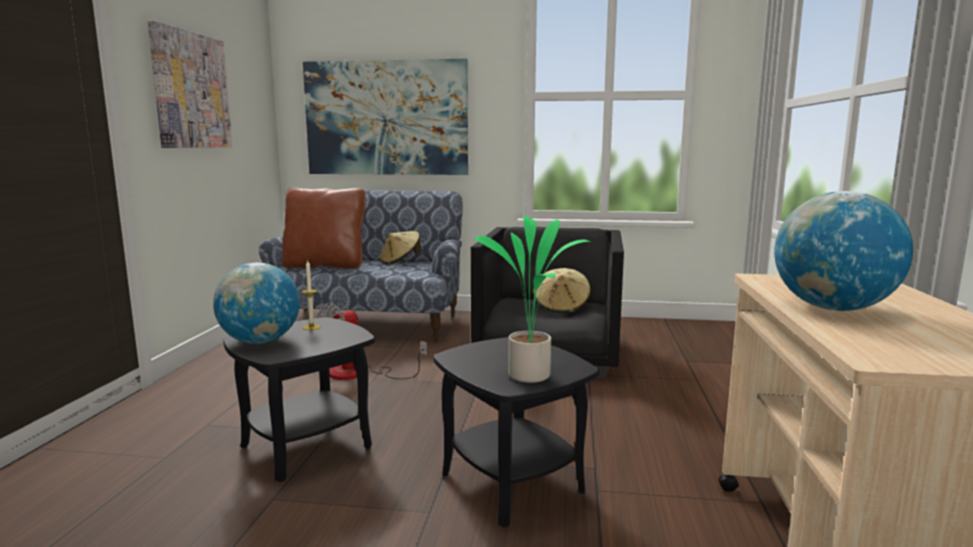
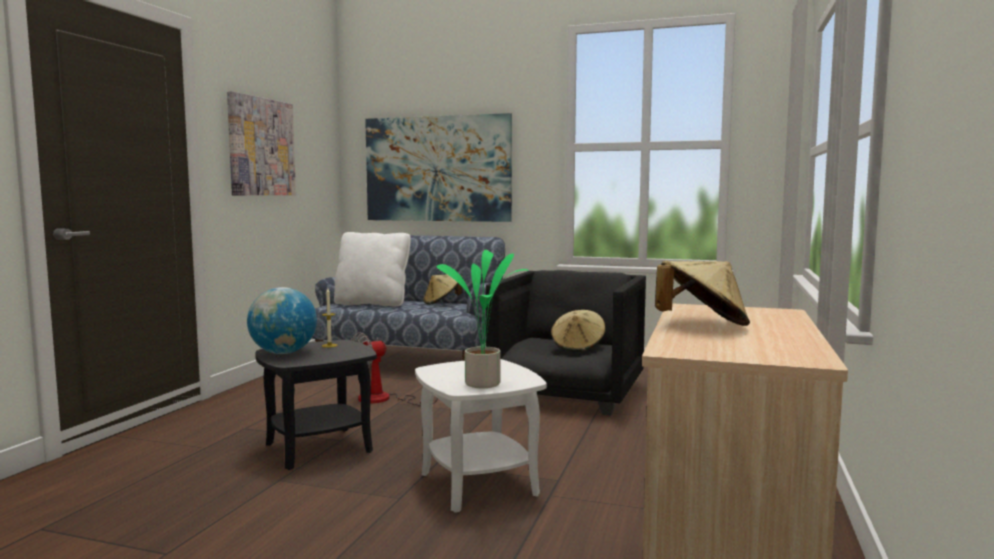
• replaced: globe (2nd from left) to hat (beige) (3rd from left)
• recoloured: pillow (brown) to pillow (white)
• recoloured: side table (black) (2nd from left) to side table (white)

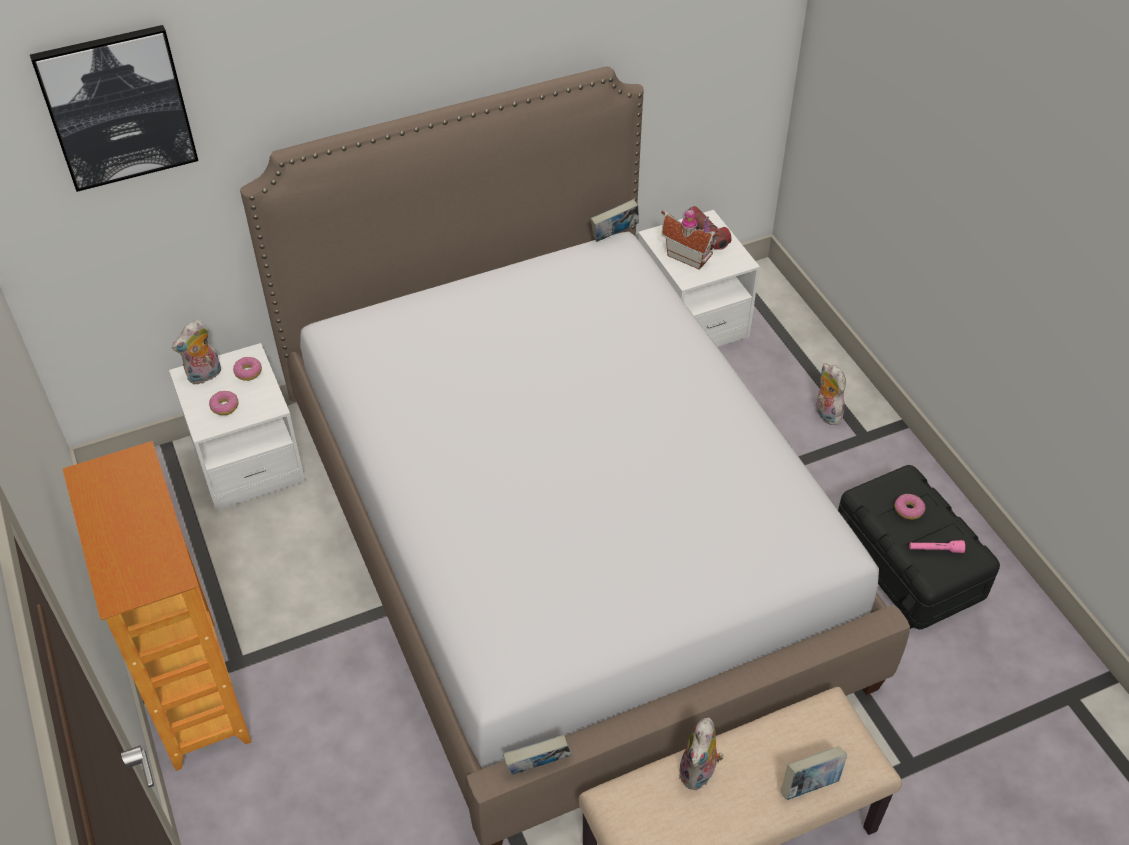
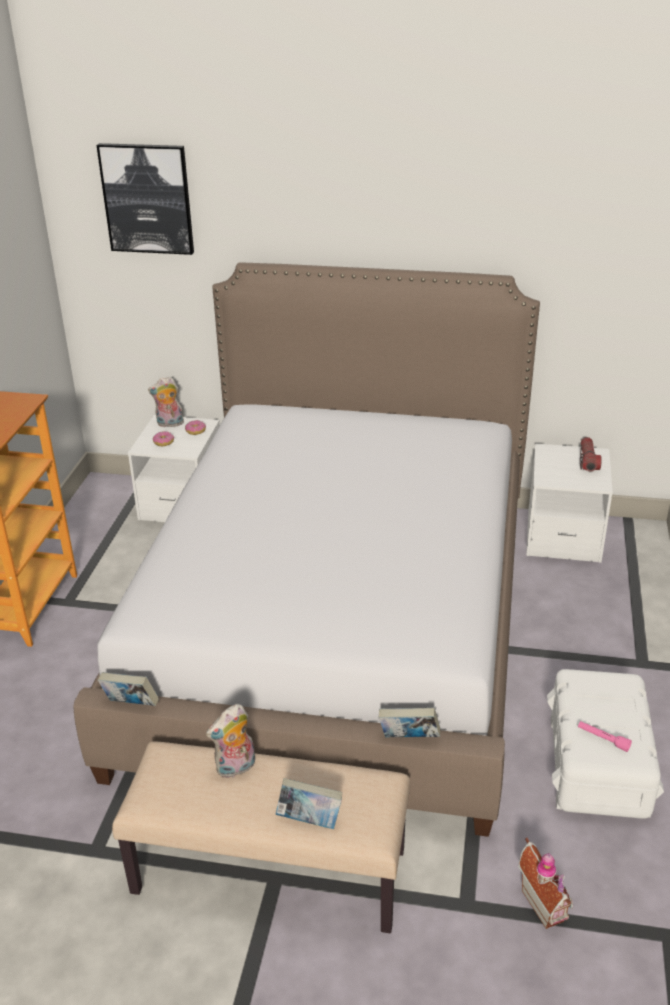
• removed: plush toy (3rd from left)
• removed: donut (3rd from left)
• moved: book (2nd from left in the first image) to book (3rd from left)
• moved: toy house
• recoloured: storage box (black) to storage box (white)

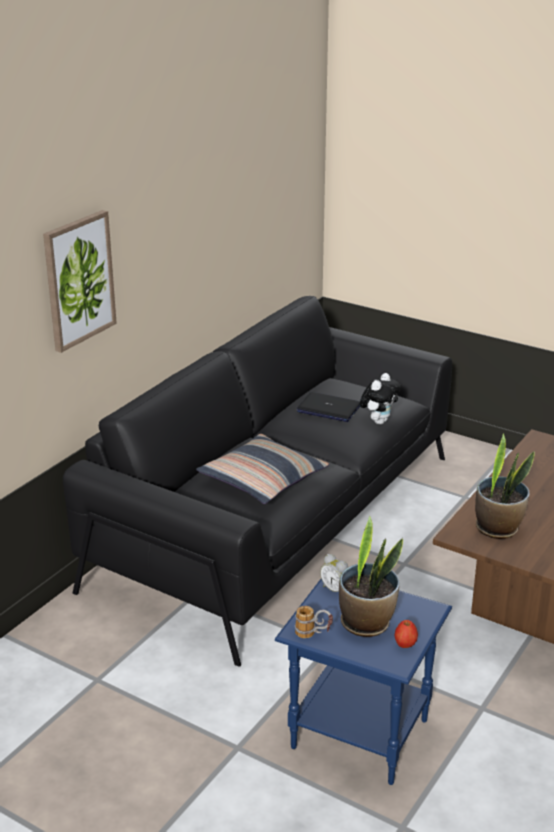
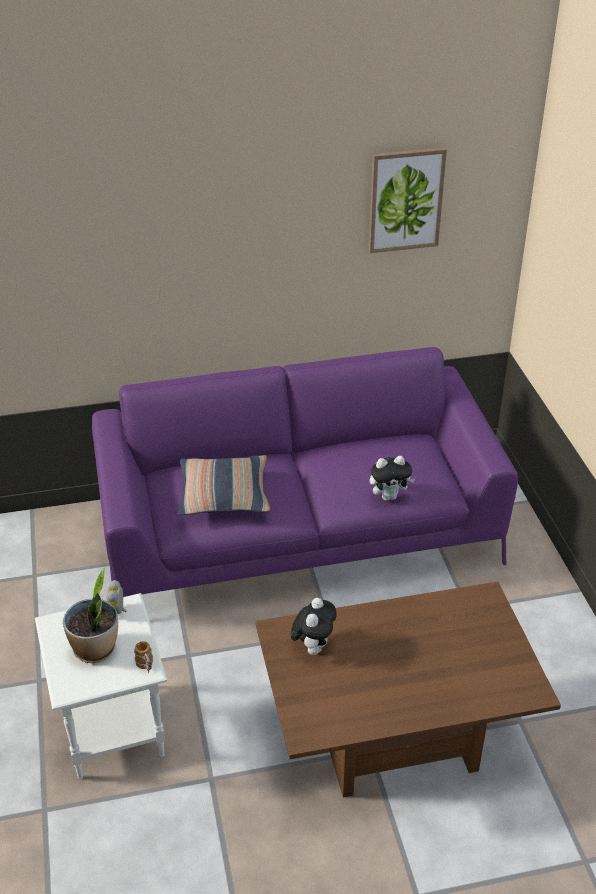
• removed: laptop
• removed: apple
• moved: picture
• moved: mug
• replaced: potted plant (2nd from left) to plush toy (1st from left)
• recoloured: sofa (black) to sofa (purple)
• recoloured: side table (blue) to side table (white)

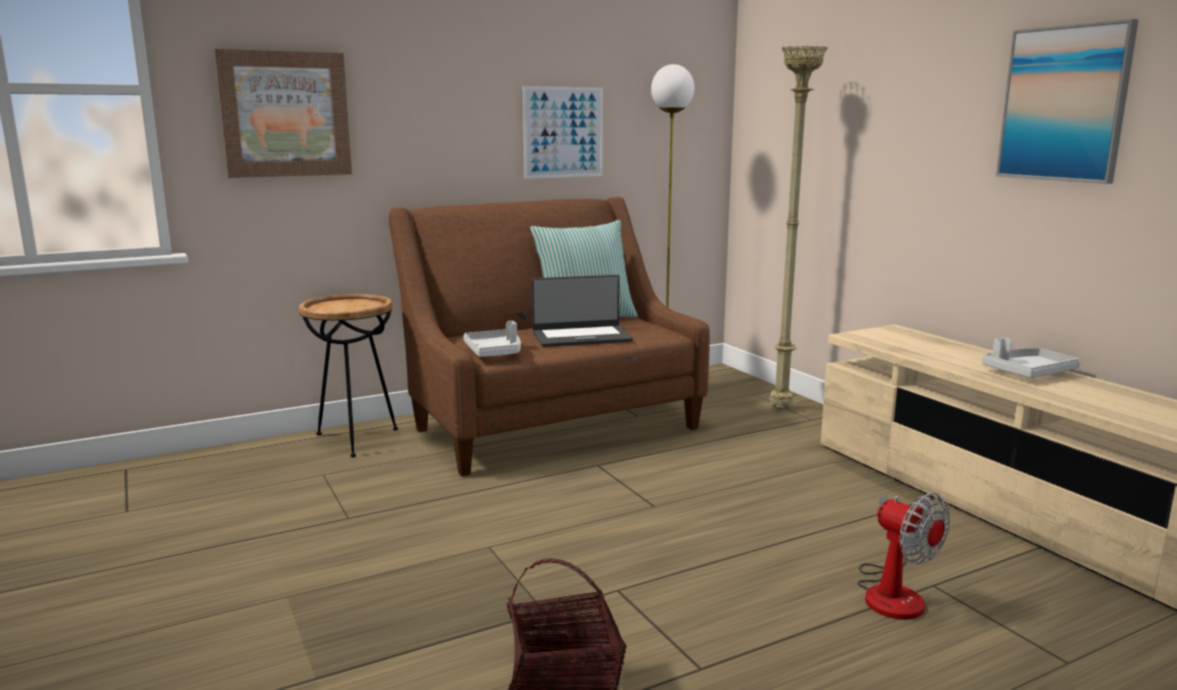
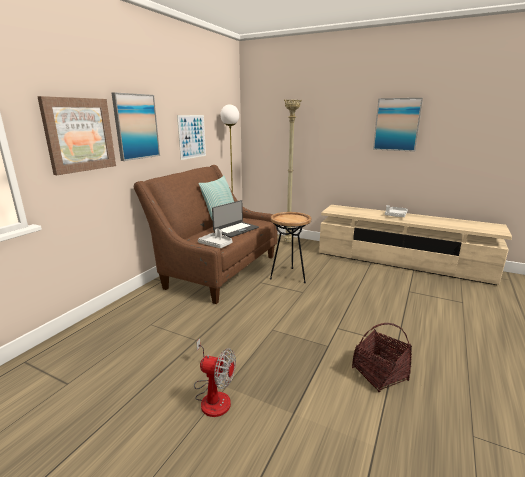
• added: picture (2nd from left)
• moved: side table (brown)
• moved: fan

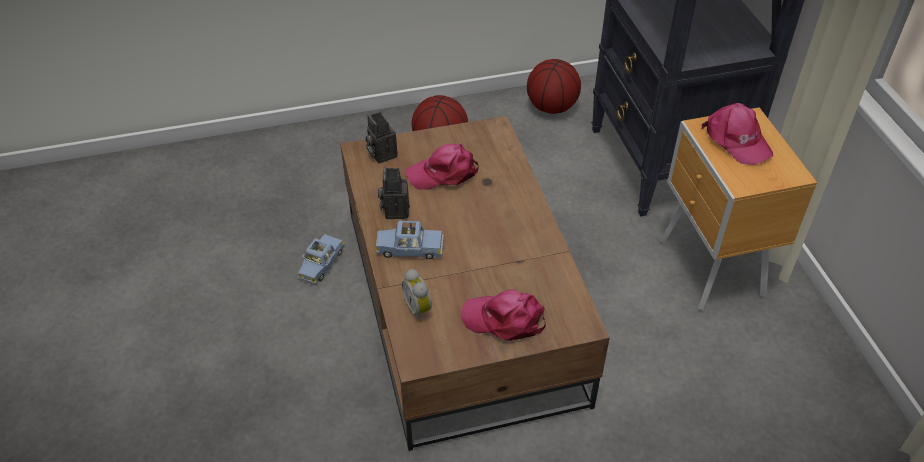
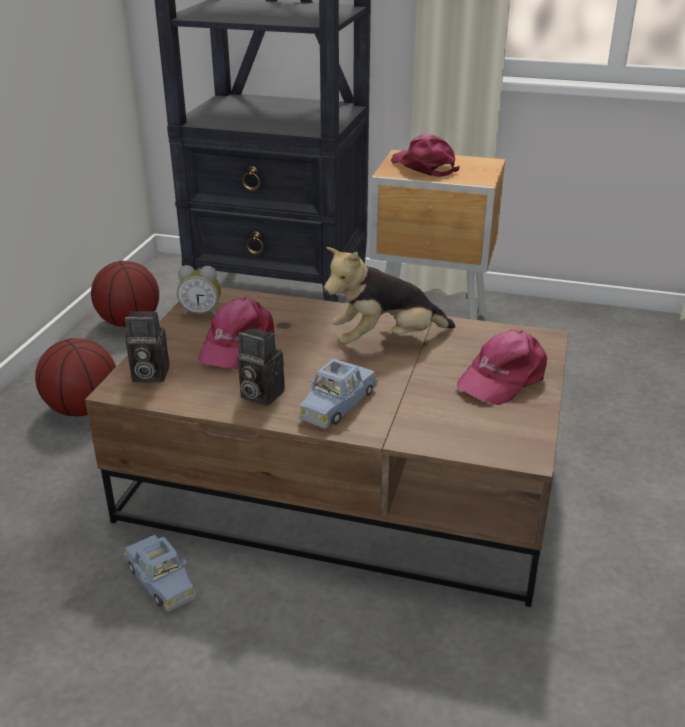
• added: plush toy
• moved: alarm clock
• turned: cap (pink) (3rd from left in the first image) 120 degrees counterclockwise

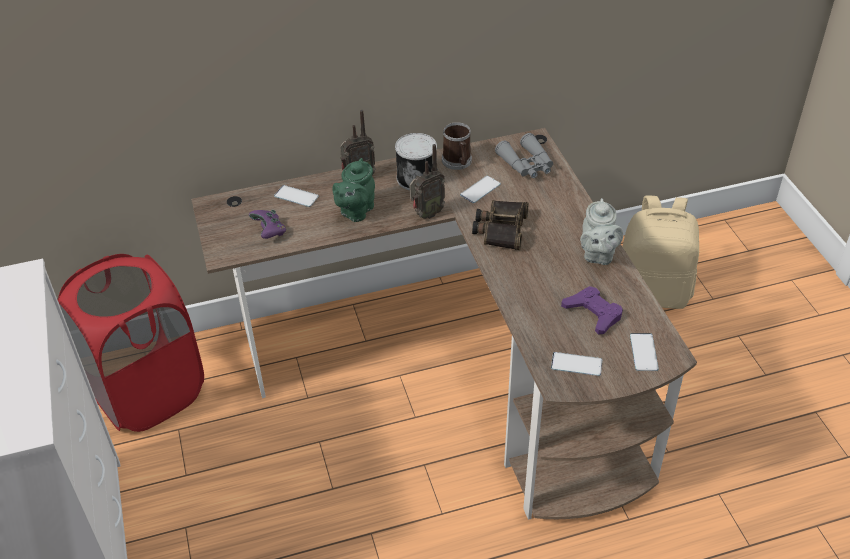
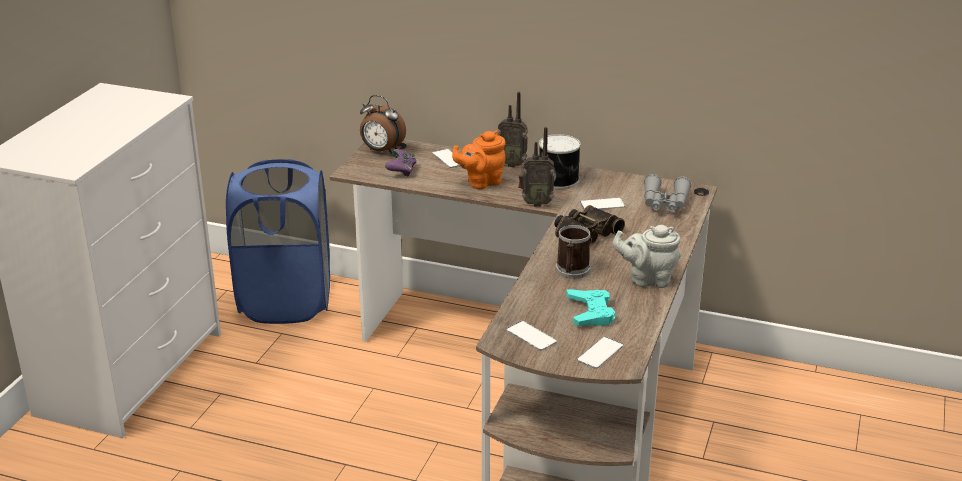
• removed: backpack (beige)
• added: alarm clock
• moved: mug
• recoloured: laundry basket (red) to laundry basket (blue)
• recoloured: teapot (green) to teapot (orange)
• recoloured: game controller (purple) (2nd from left) to game controller (turquoise)
• turned: teapot (grey) 60 degrees clockwise

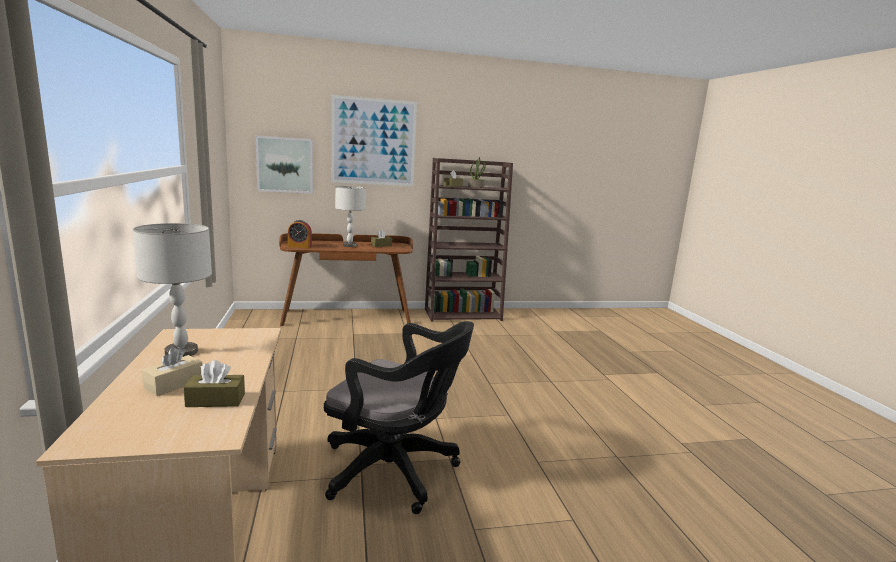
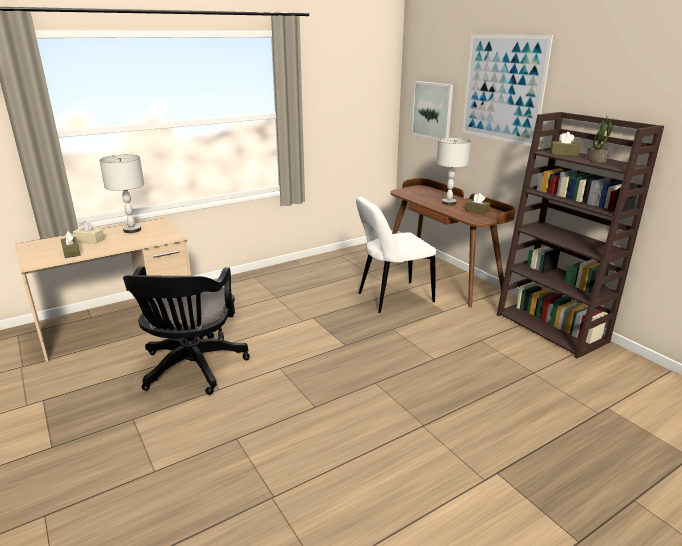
• removed: alarm clock
• added: chair (white)

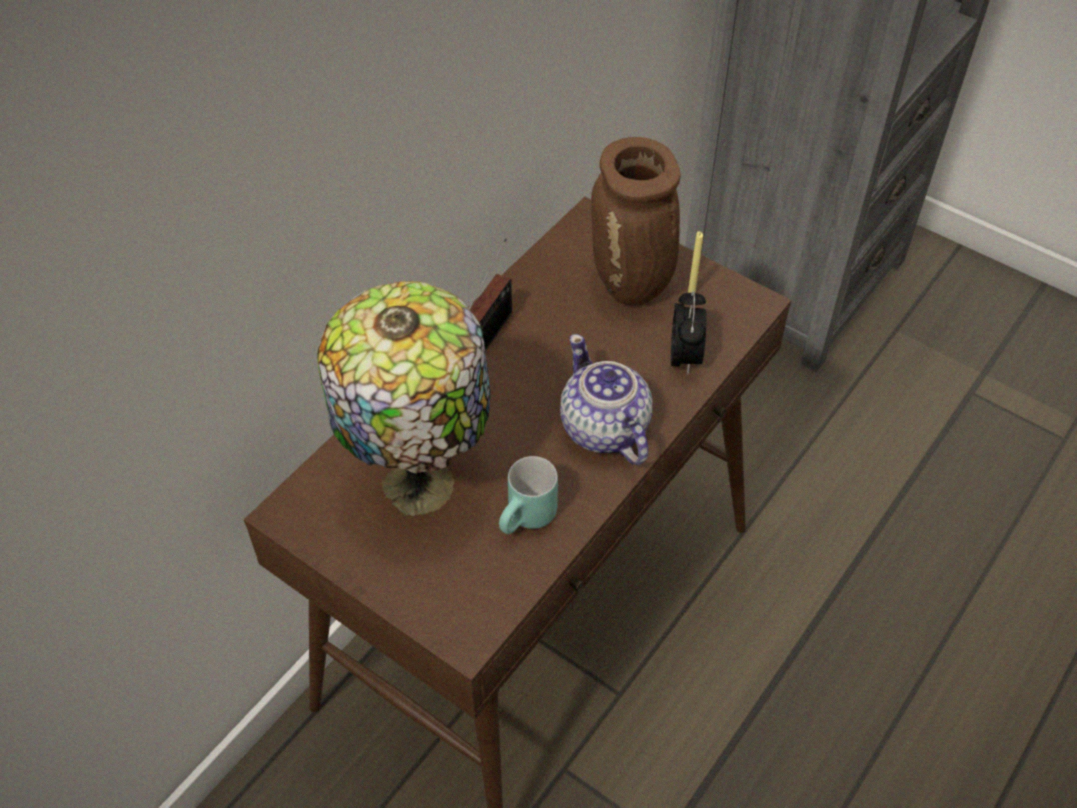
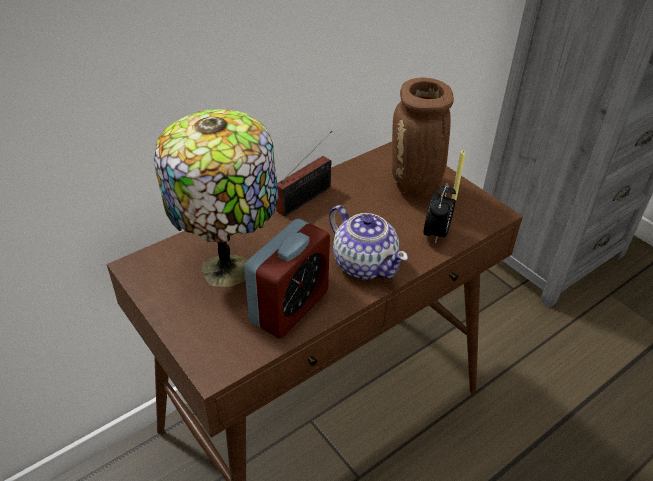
• replaced: mug (turquoise) to alarm clock (1st from left)
• turned: teapot 150 degrees clockwise

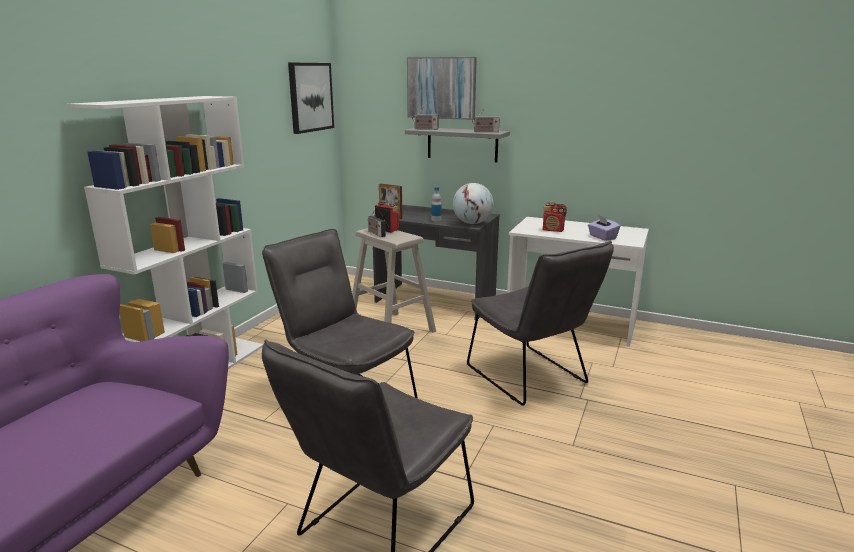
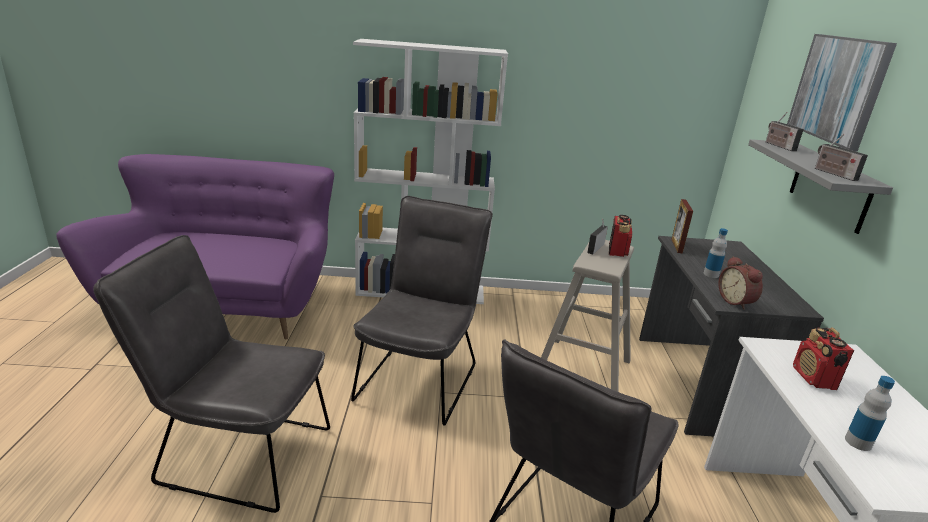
• removed: picture (1st from left)
• replaced: globe to alarm clock
• replaced: tissue box (purple) to bottle (2nd from left)

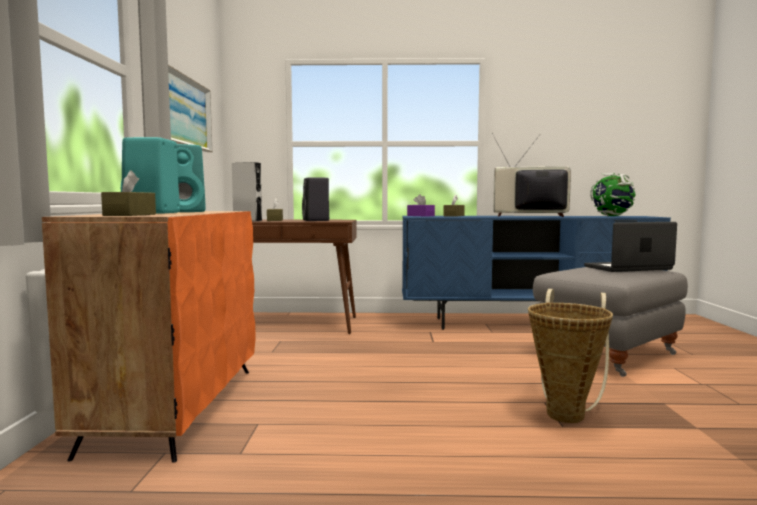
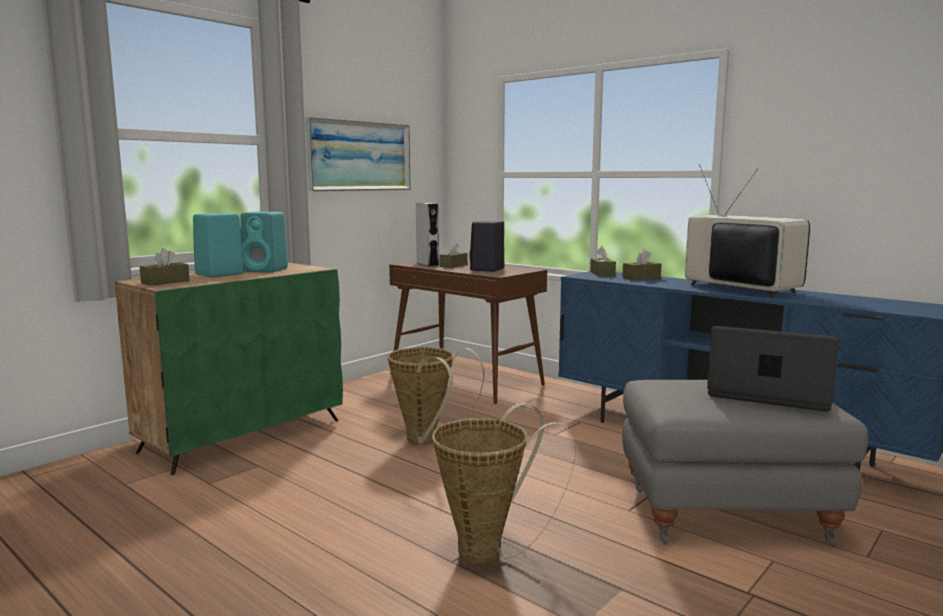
• removed: globe
• added: basket (1st from left)
• recoloured: cabinet (orange) to cabinet (green)
• recoloured: tissue box (purple) to tissue box (brown) (3rd from left)

